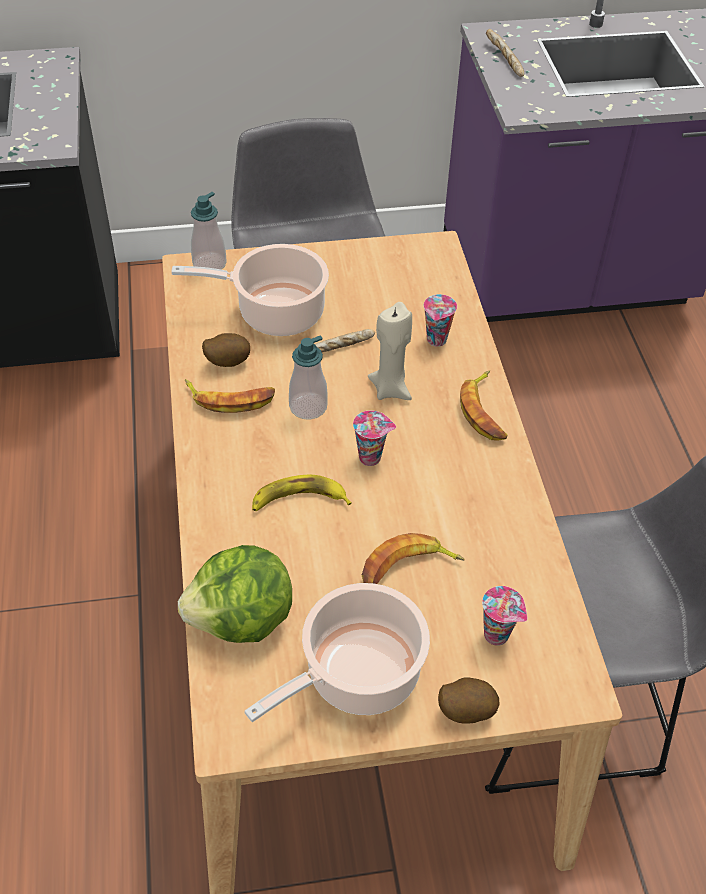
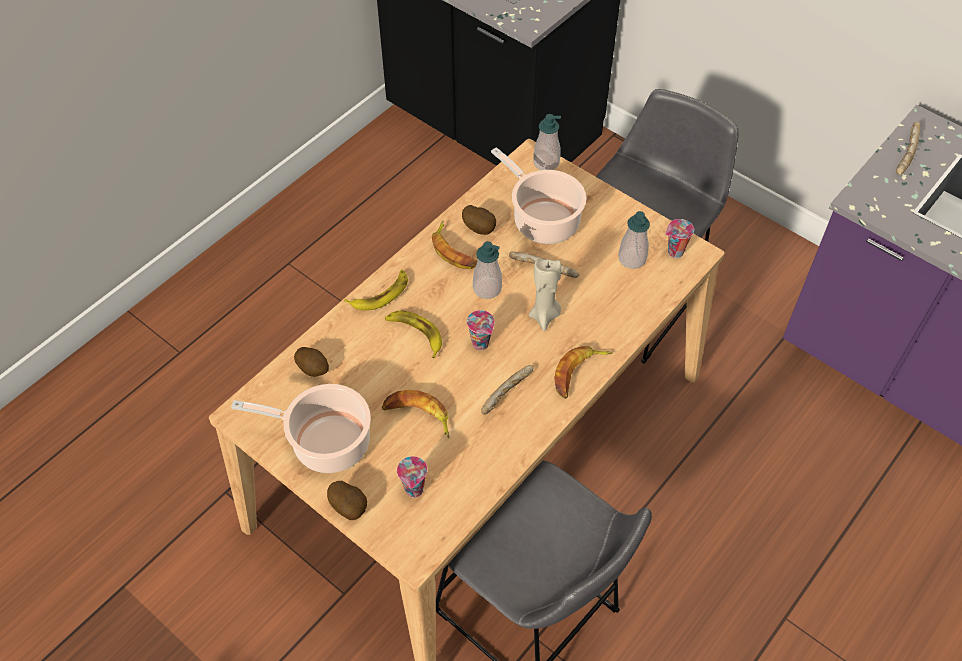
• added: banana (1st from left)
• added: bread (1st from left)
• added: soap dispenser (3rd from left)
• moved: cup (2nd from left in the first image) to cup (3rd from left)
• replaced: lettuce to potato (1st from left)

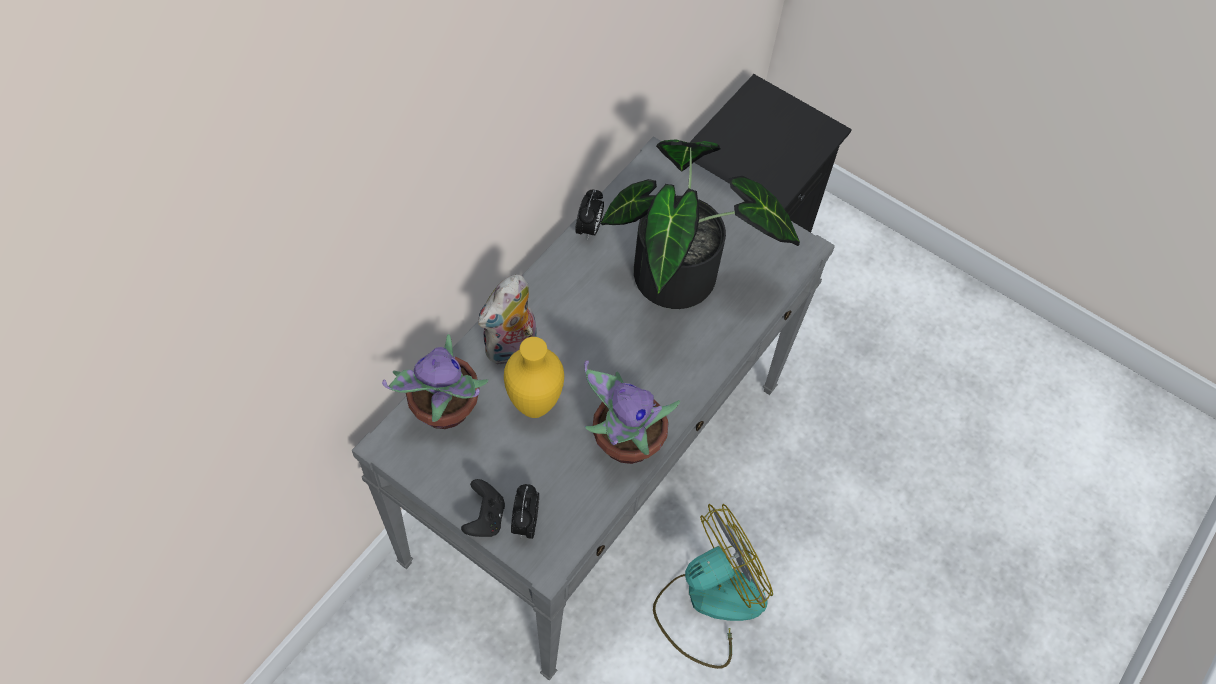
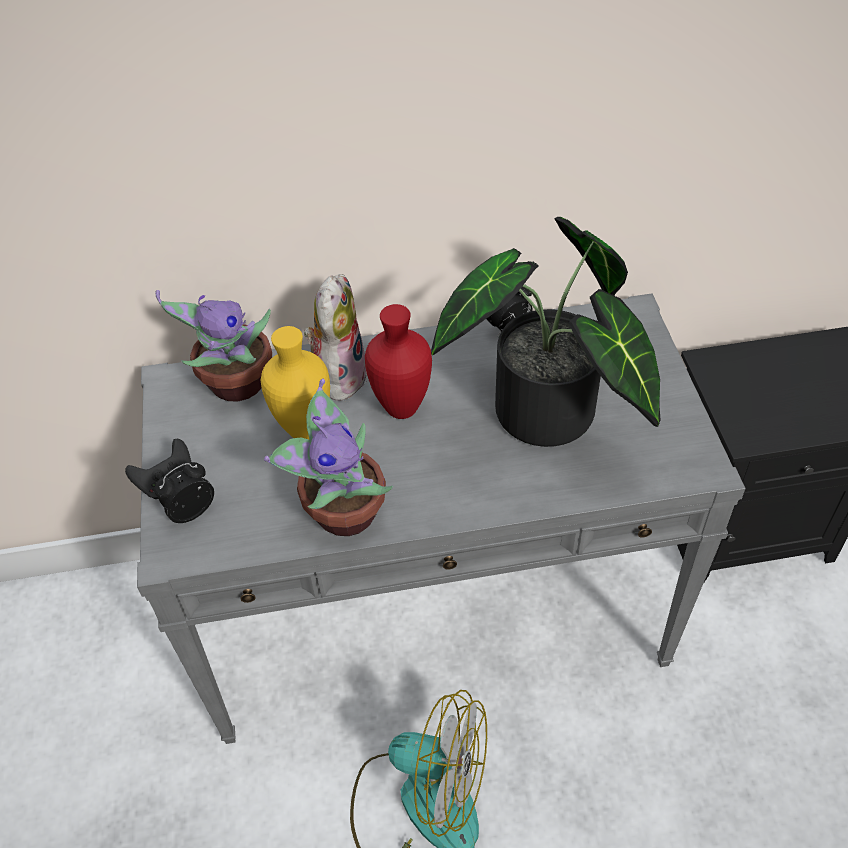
• added: vase (red)
• turned: plush toy 105 degrees clockwise

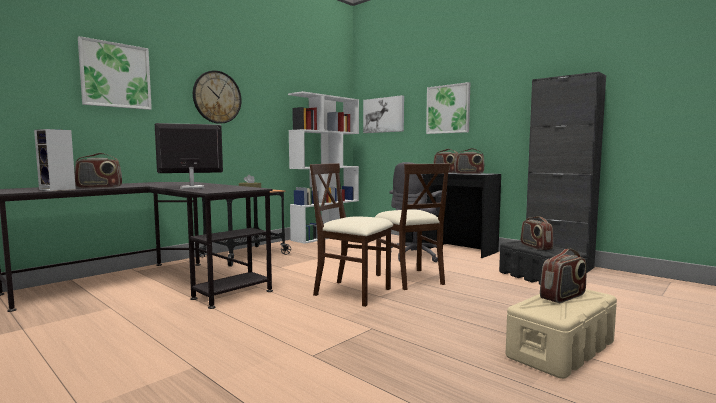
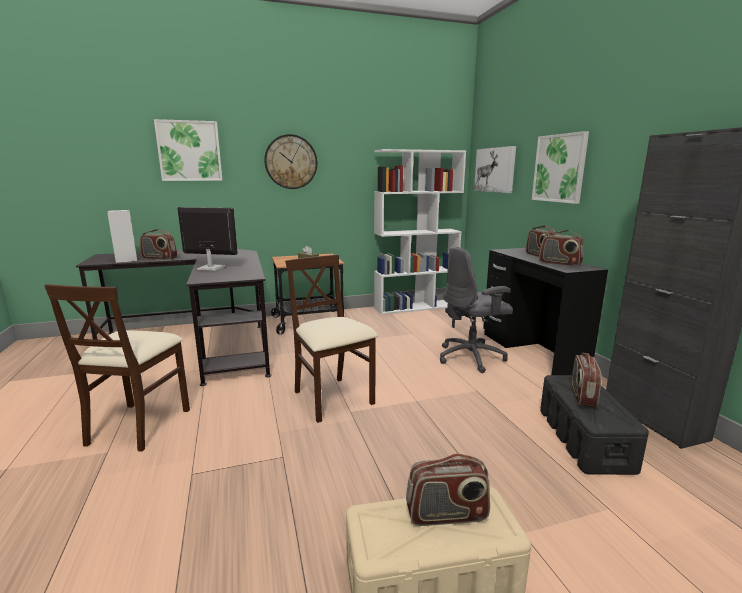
• moved: chair (beige) (2nd from left in the first image) to chair (beige) (1st from left)

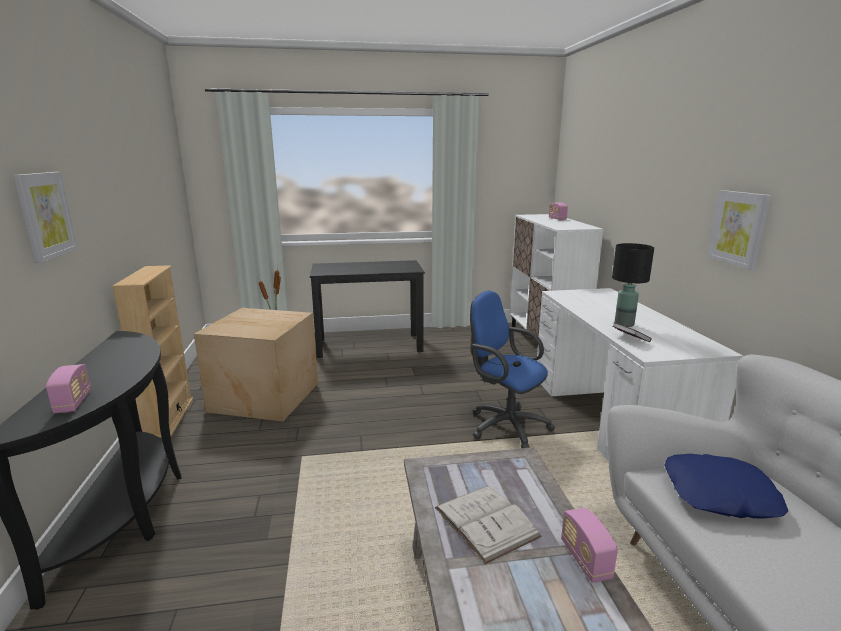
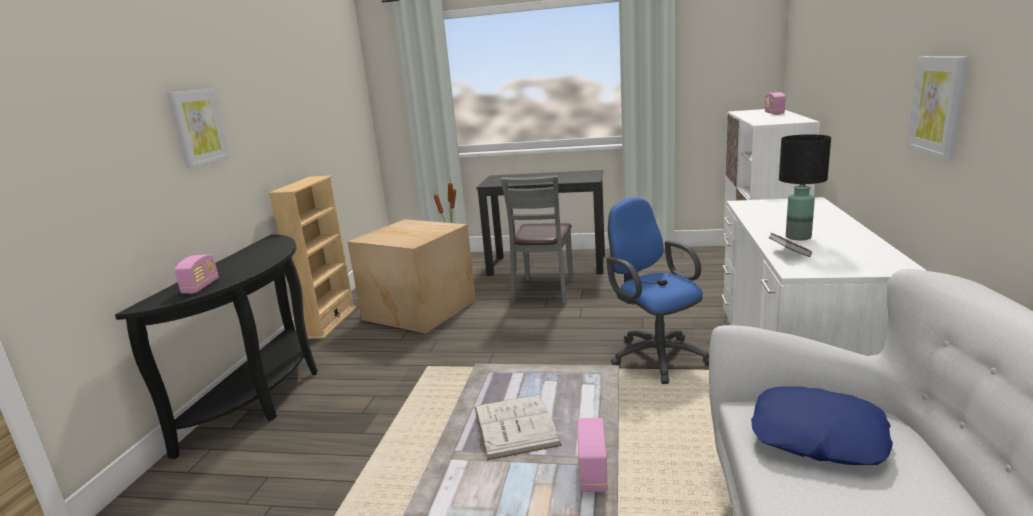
• added: chair (grey)

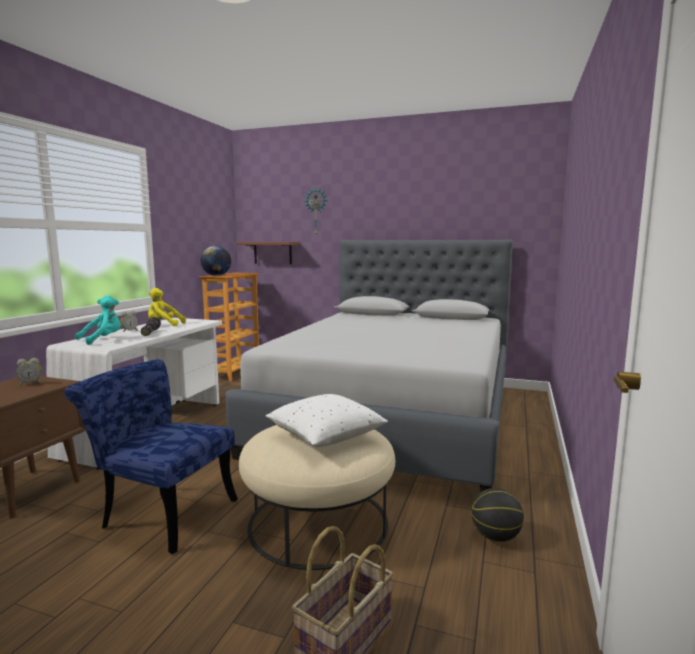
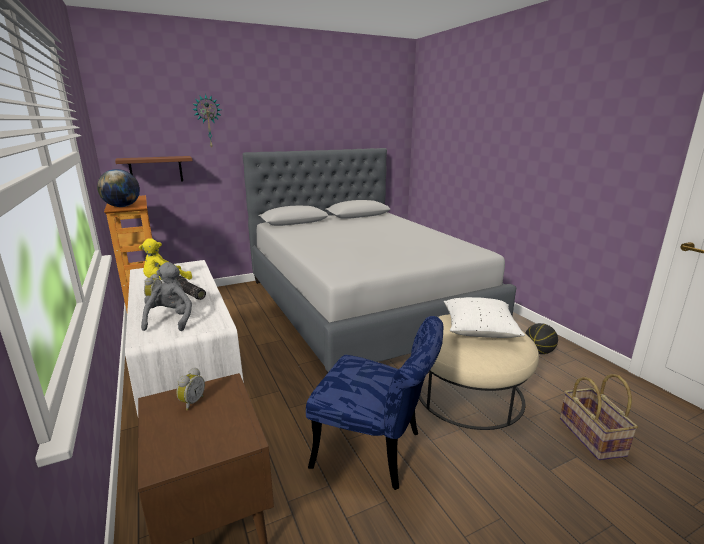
• recoloured: plush toy (turquoise) to plush toy (grey)
• turned: chair (blue) 135 degrees counterclockwise

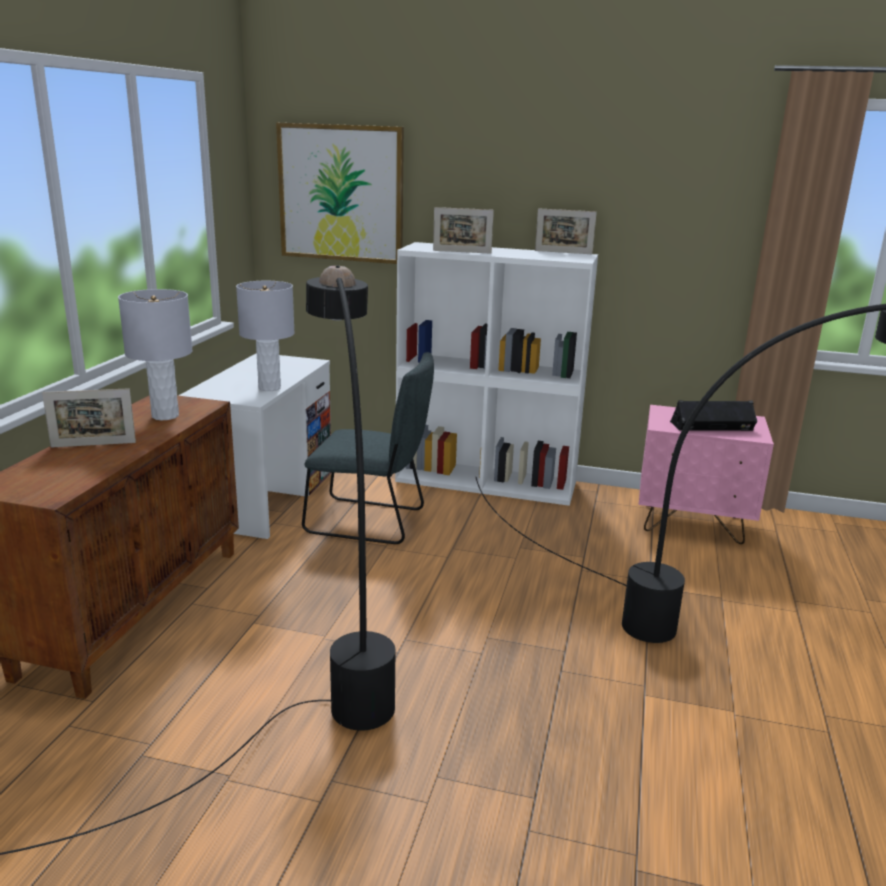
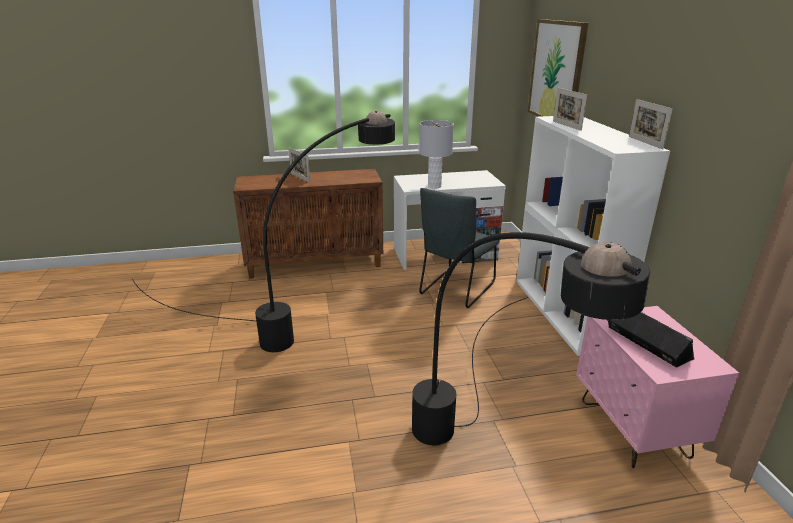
• removed: table lamp (grey) (1st from left)
• turned: chair (grey) 45 degrees clockwise

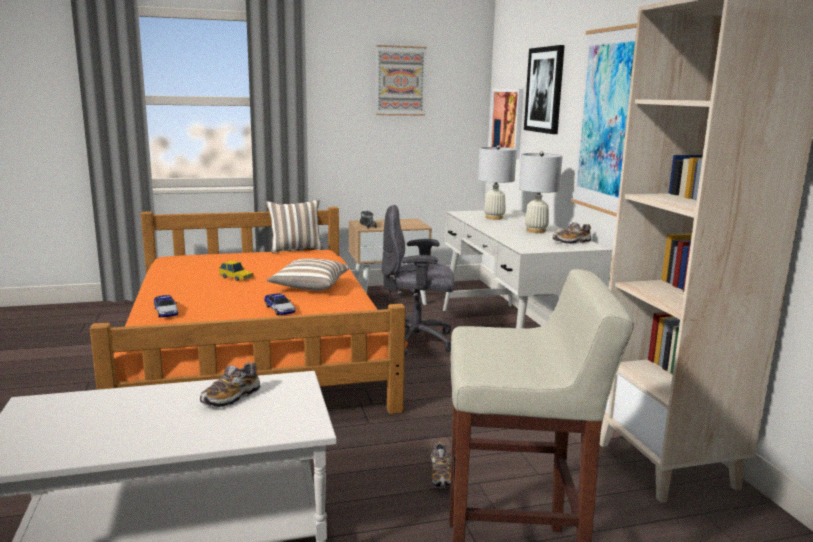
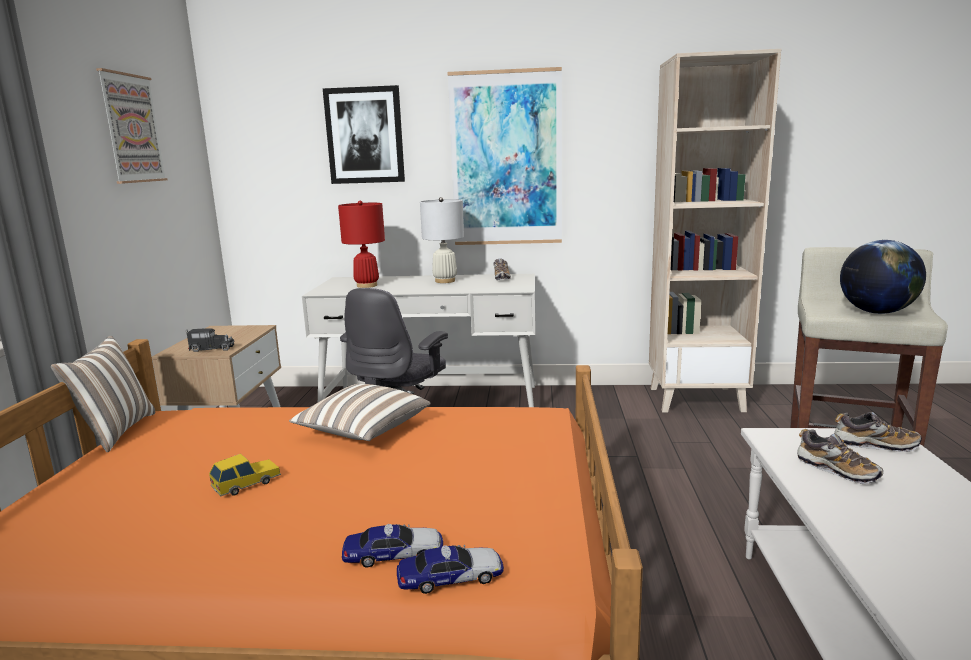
• removed: picture (2nd from left)
• added: globe
• moved: toy car (3rd from left)
• moved: shoe (2nd from left in the first image) to shoe (3rd from left)
• recoloured: table lamp (white) (1st from left) to table lamp (red)

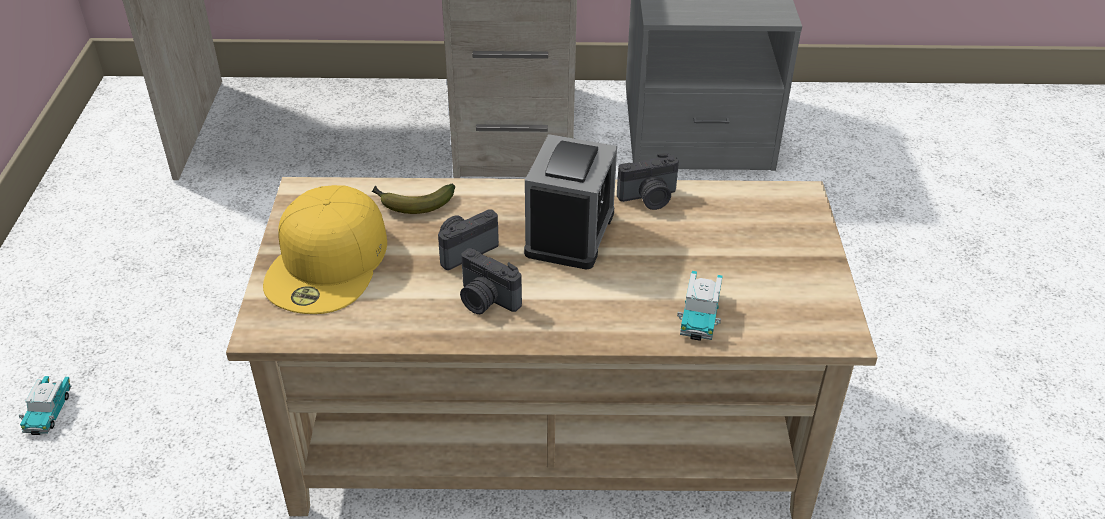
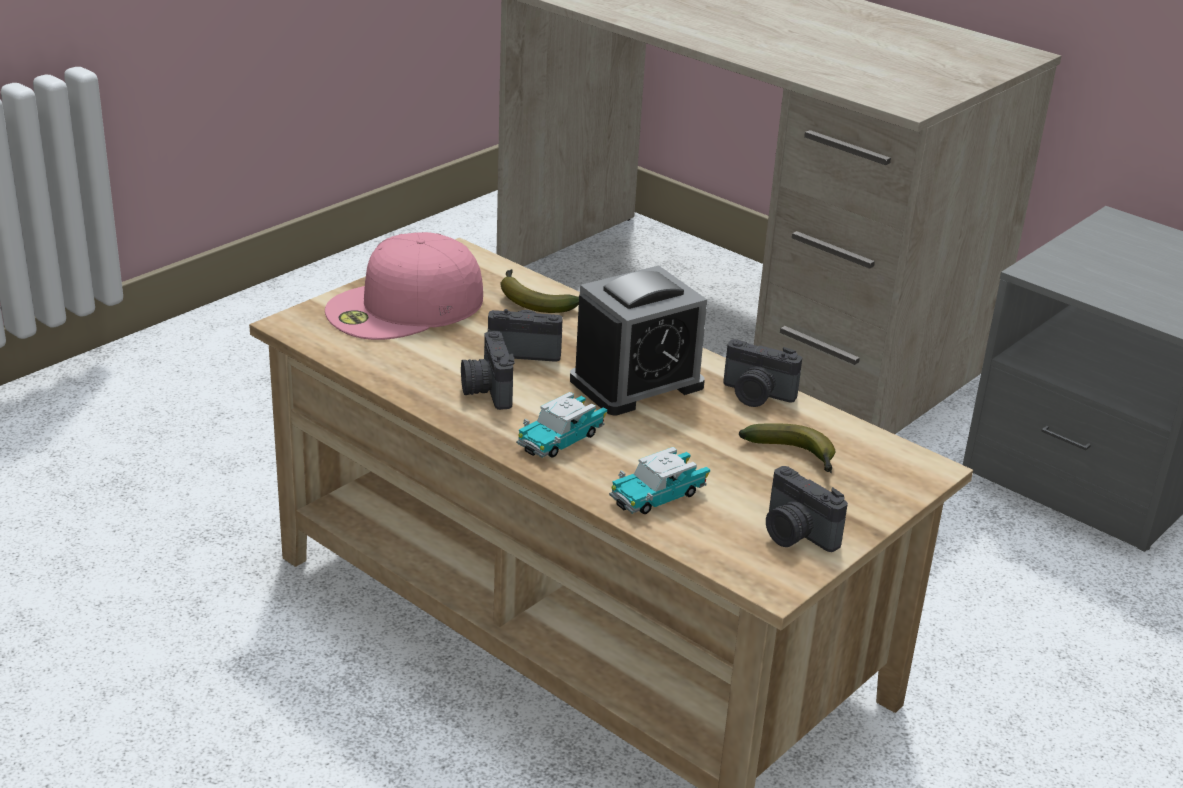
• added: banana (2nd from left)
• added: photo camera (4th from left)
• moved: toy car (1st from left)
• recoloured: cap (yellow) to cap (pink)

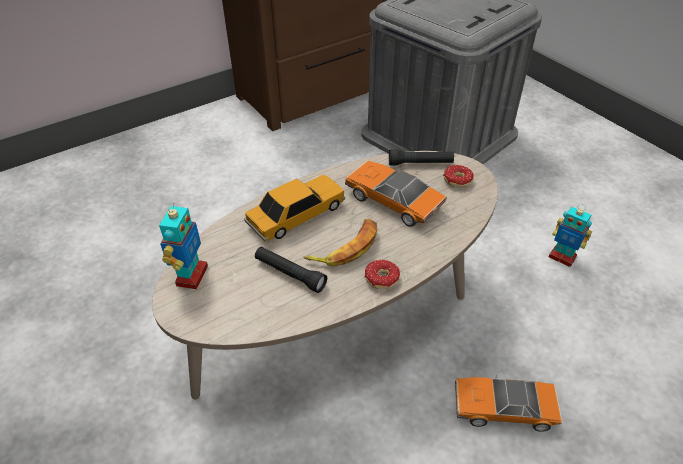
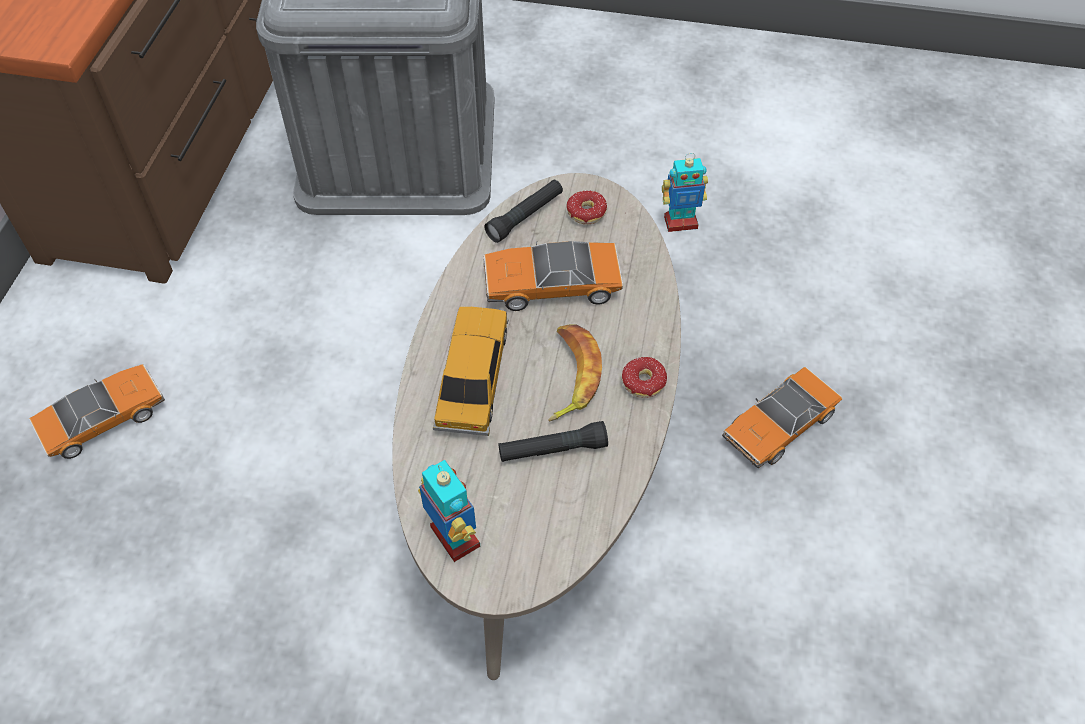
• added: toy car (1st from left)

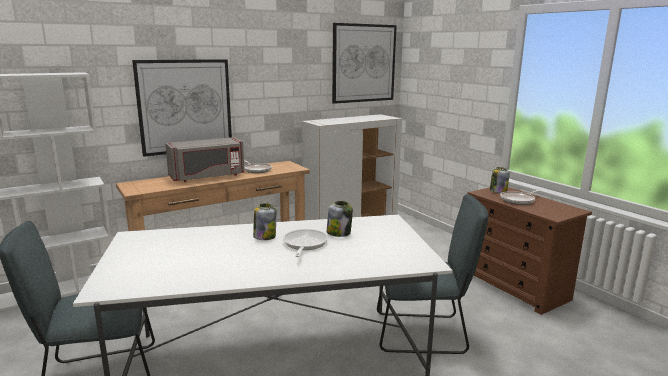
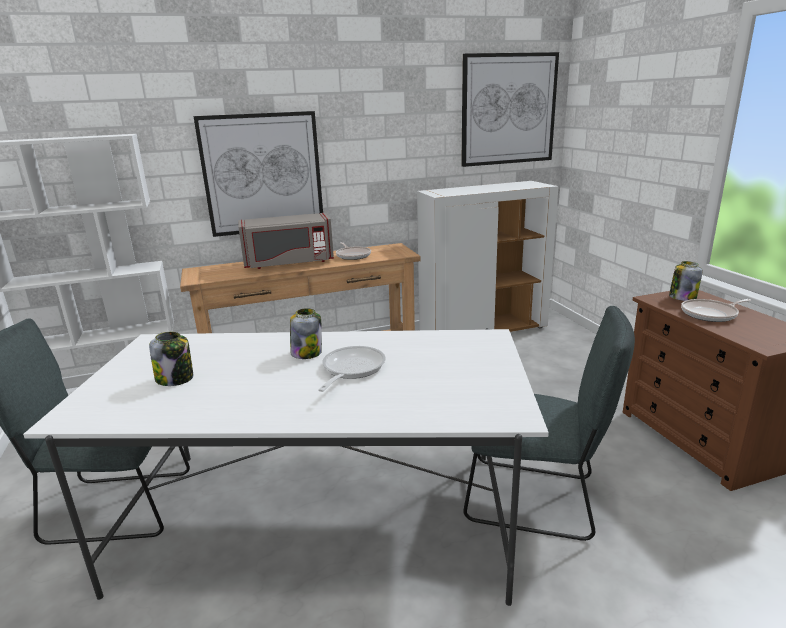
• moved: jar (2nd from left in the first image) to jar (1st from left)

